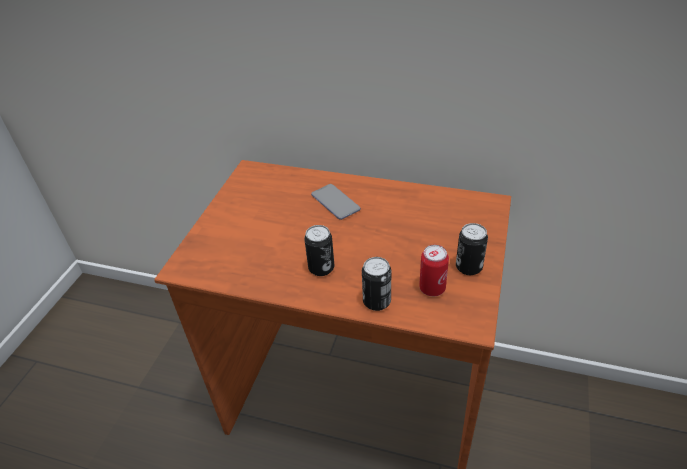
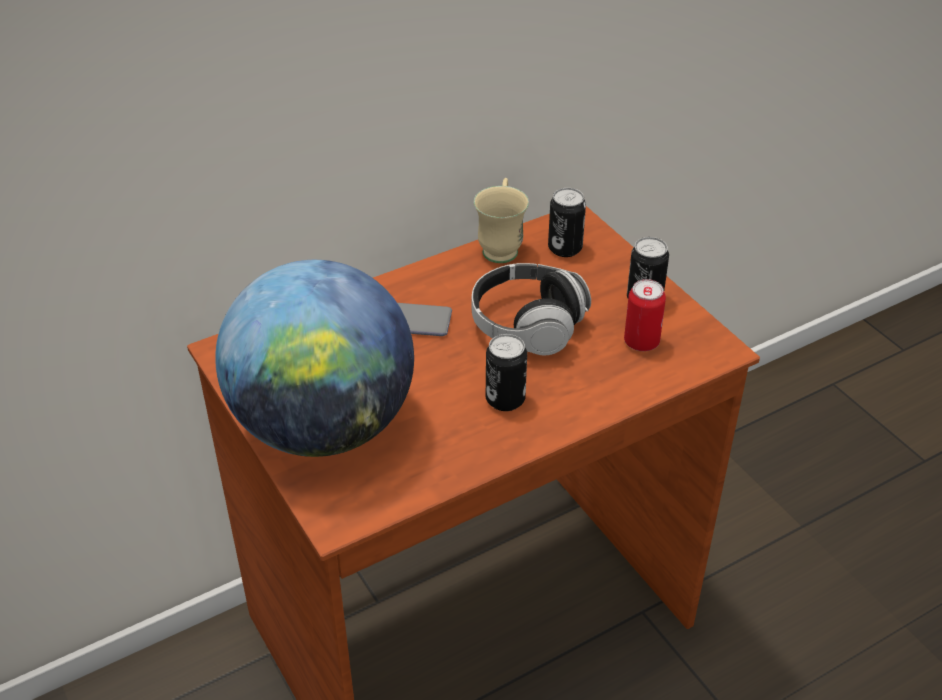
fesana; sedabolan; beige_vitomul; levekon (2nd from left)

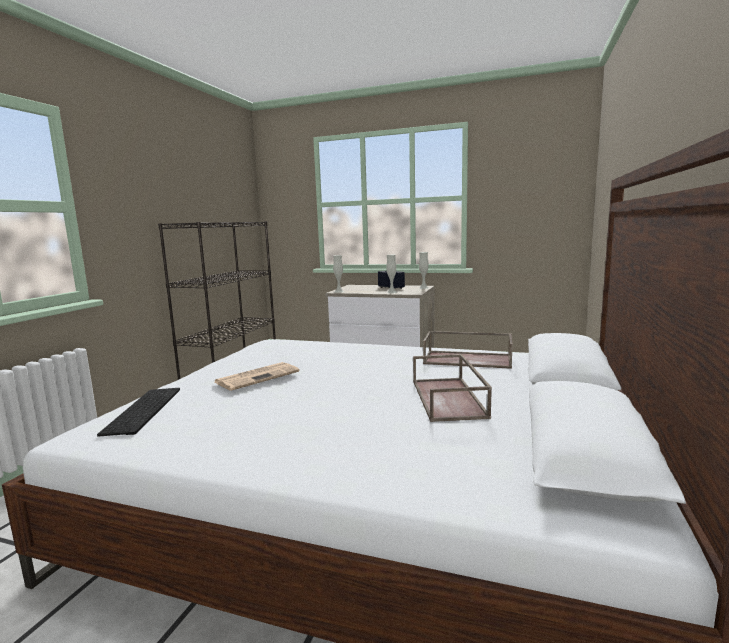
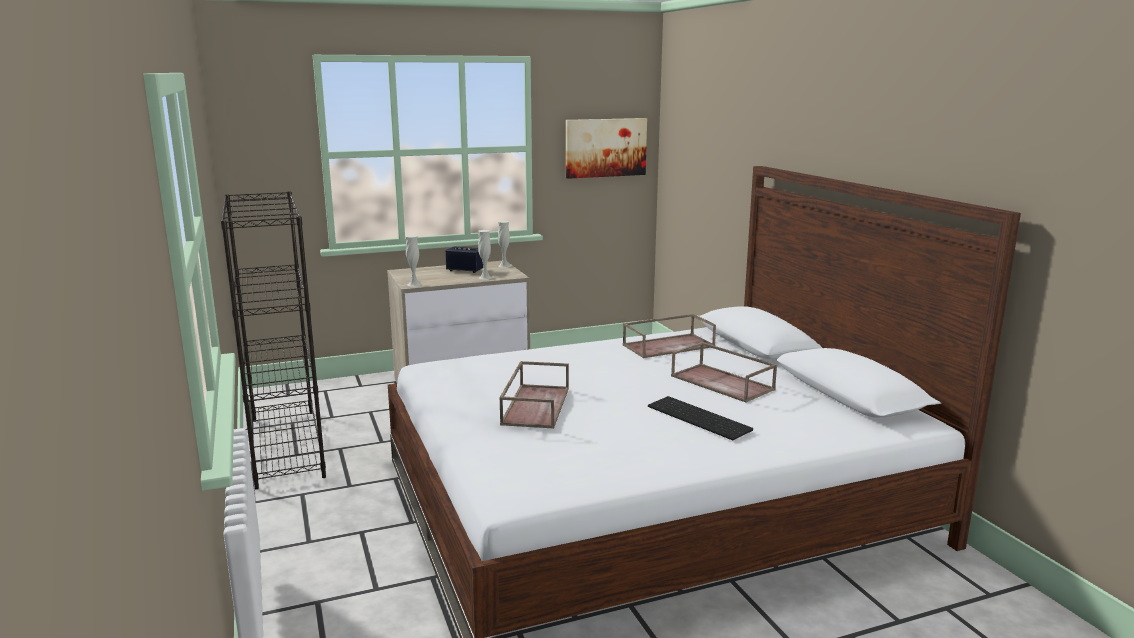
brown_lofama (1st from left); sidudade; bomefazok

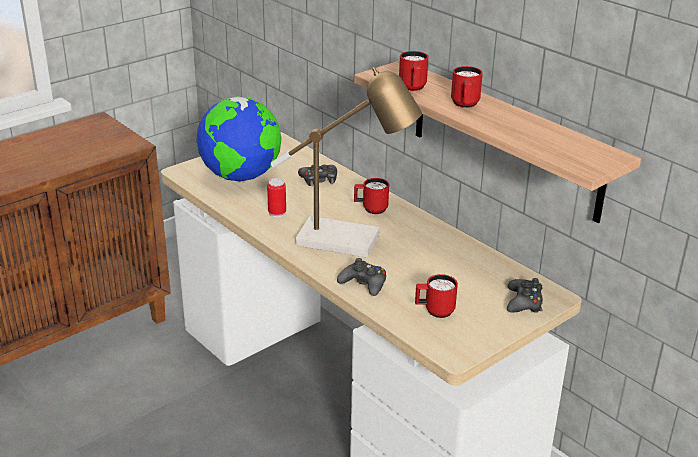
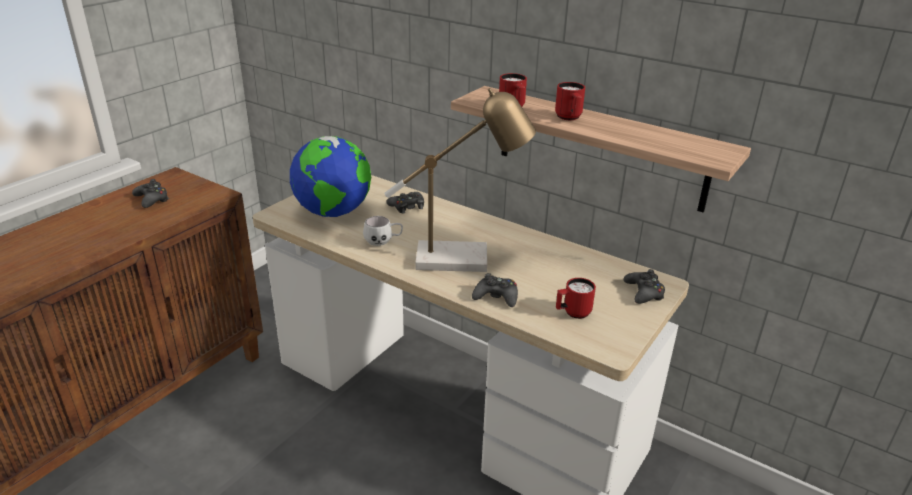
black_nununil (1st from left); white_vitomul; red_vitomul (1st from left in the first image)

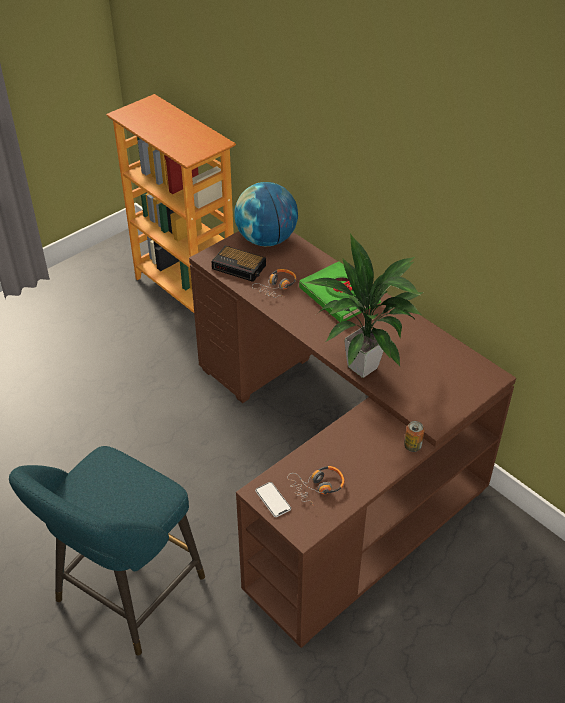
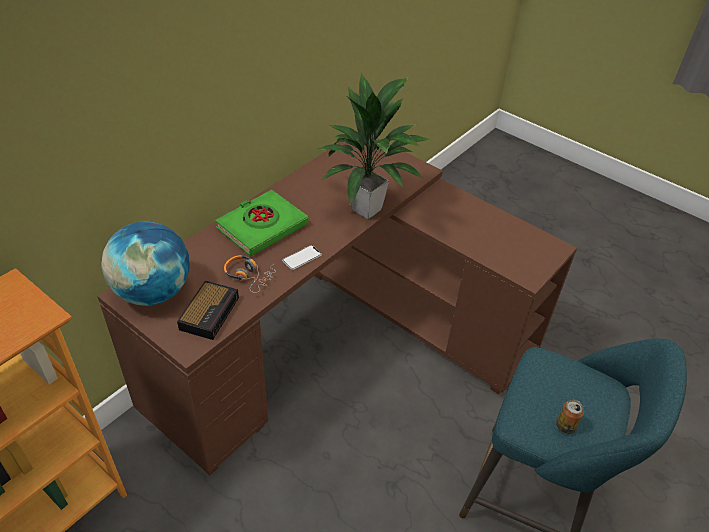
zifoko; levekon; sedabolan (2nd from left in the first image)

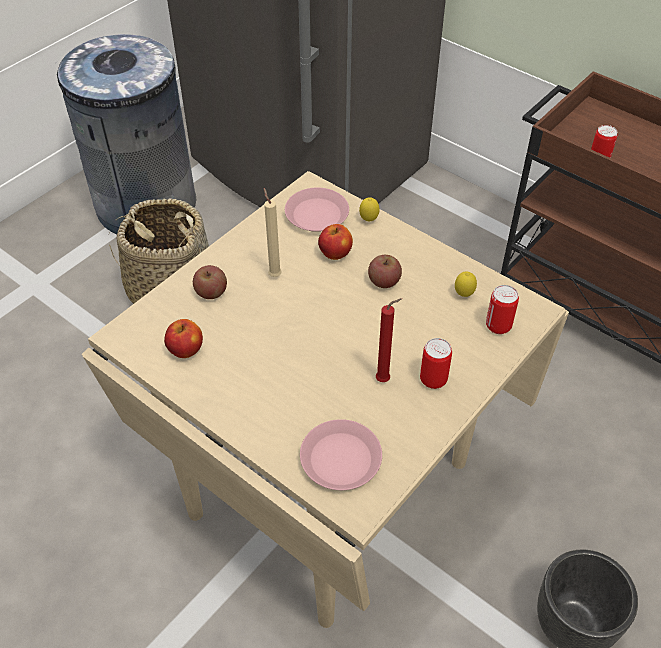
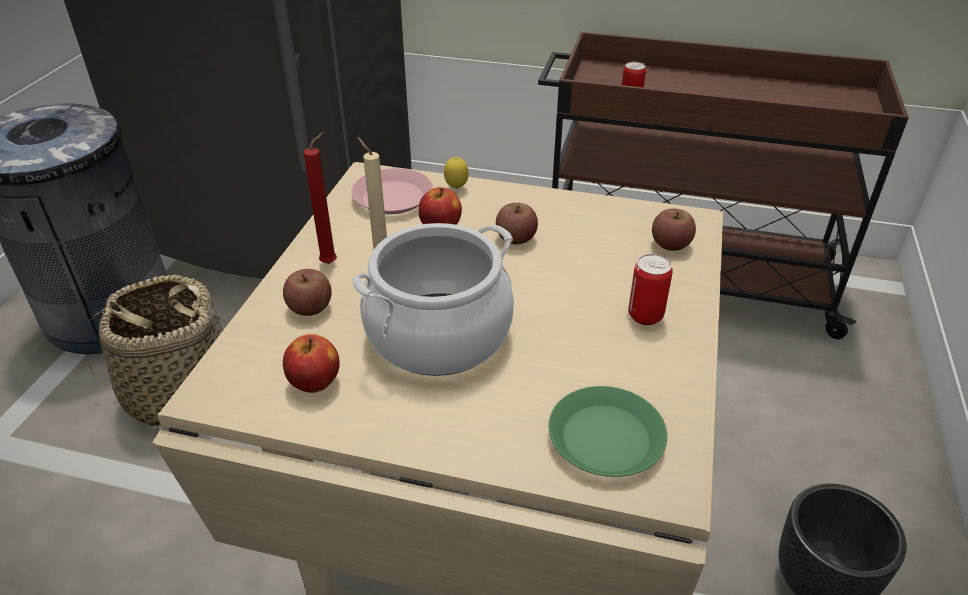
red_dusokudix; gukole; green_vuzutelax; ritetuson (5th from left); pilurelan (2nd from left in the first image)

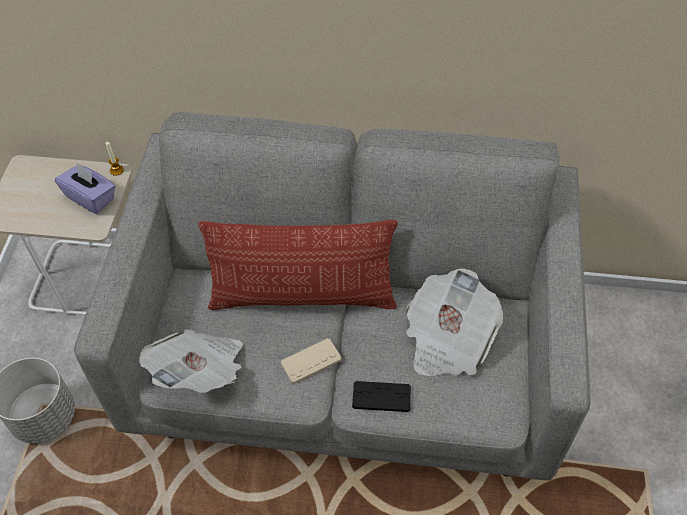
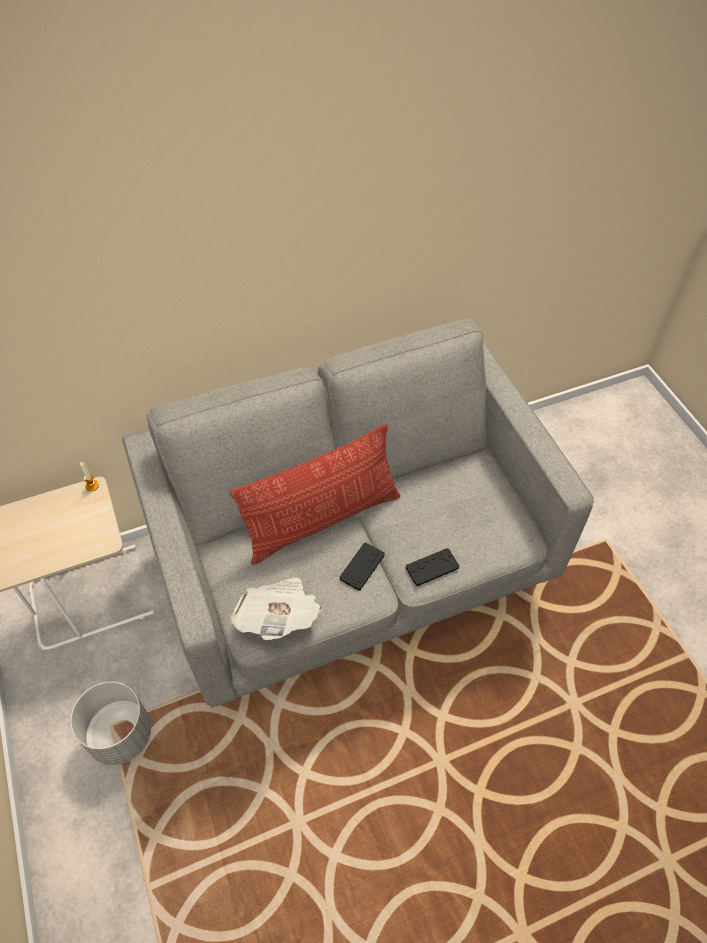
black_nununil (1st from left); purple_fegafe; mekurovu (2nd from left in the first image)

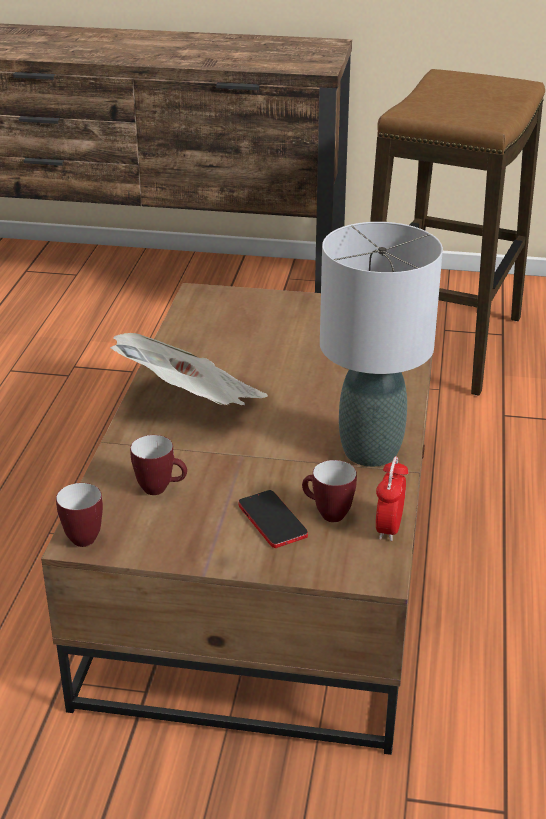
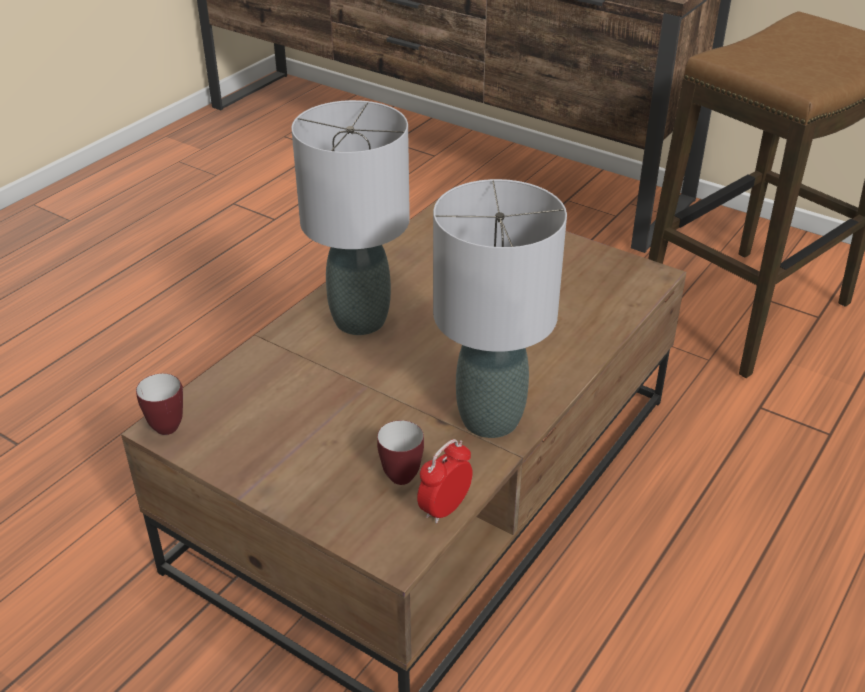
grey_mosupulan (1st from left); vitomul (2nd from left in the first image); zifoko

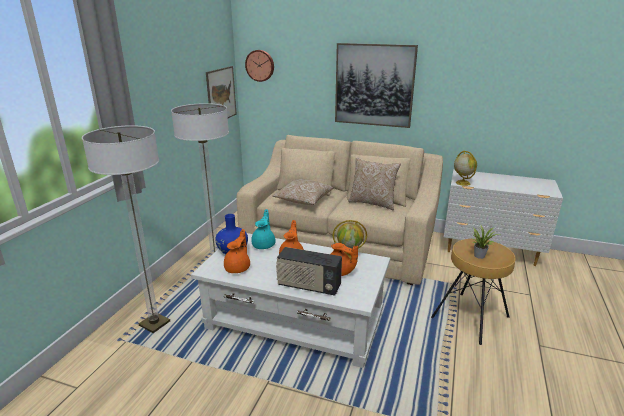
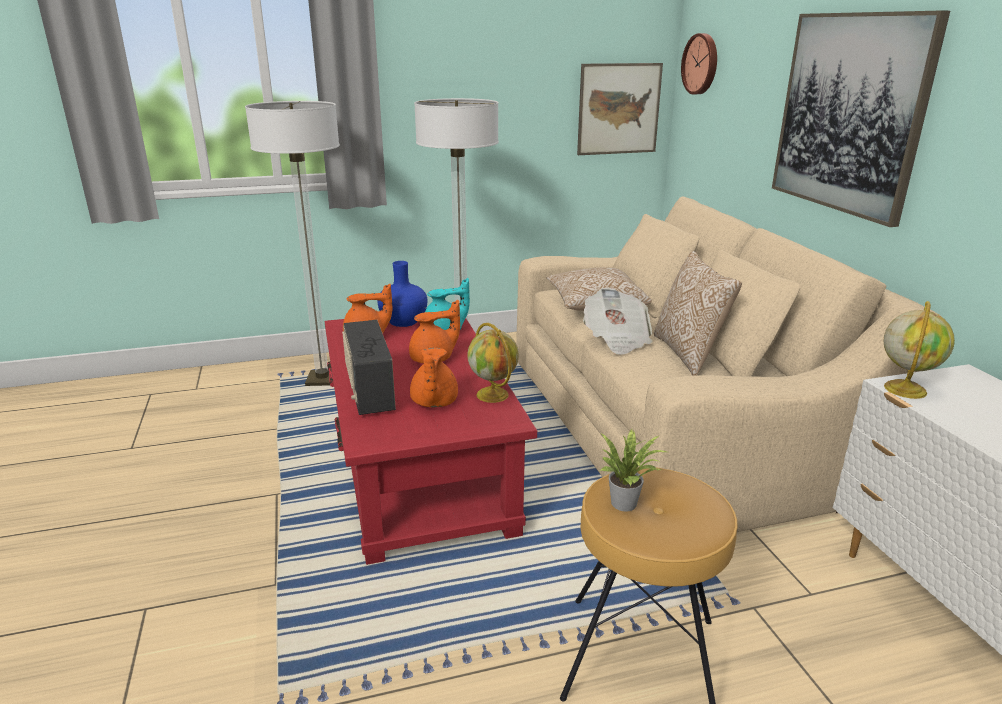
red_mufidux; mekurovu

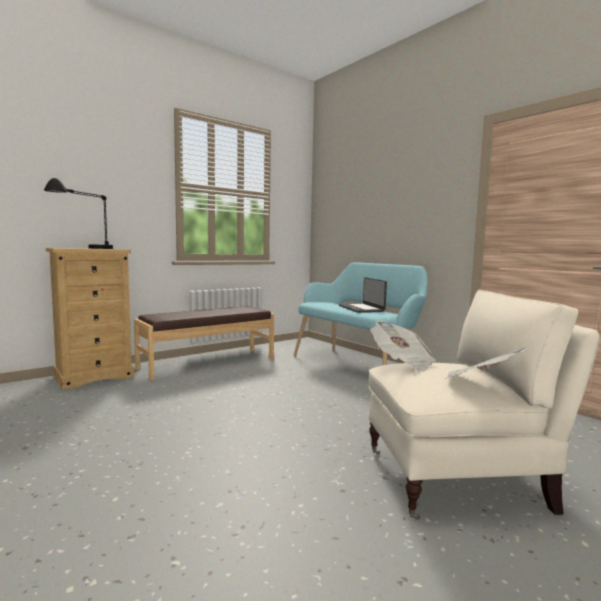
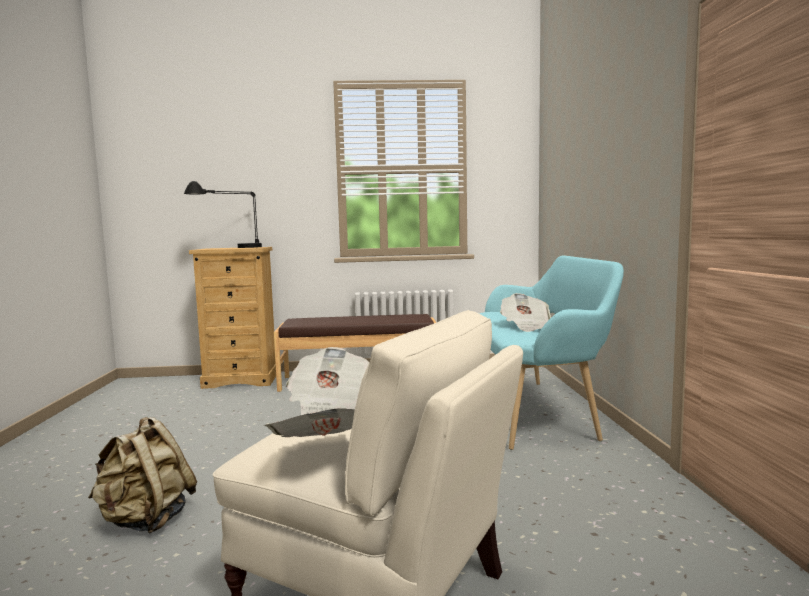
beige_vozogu; mekurovu (3rd from left)

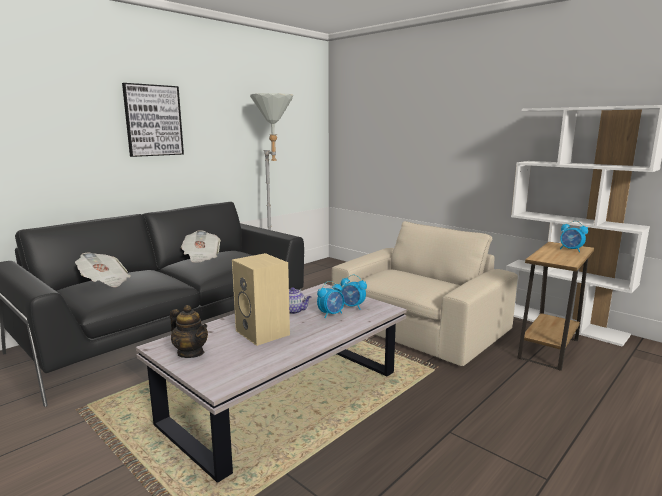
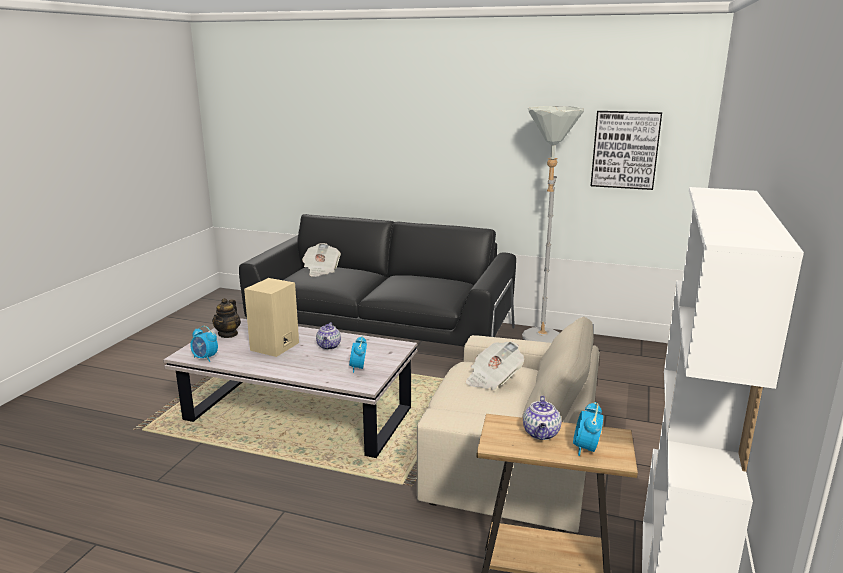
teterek (1st from left); mekurovu (2nd from left); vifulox (3rd from left); sidudade

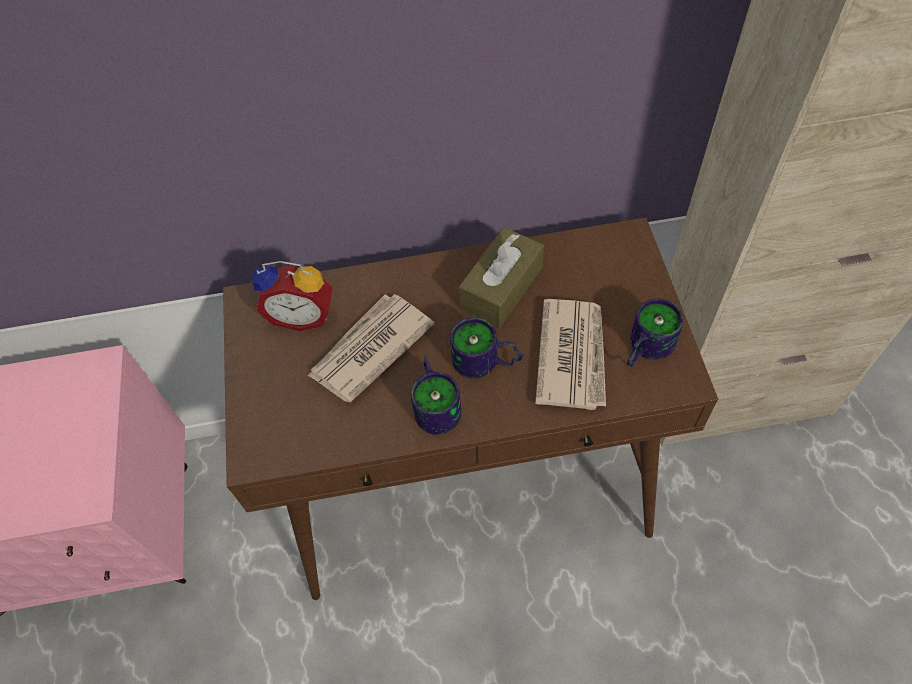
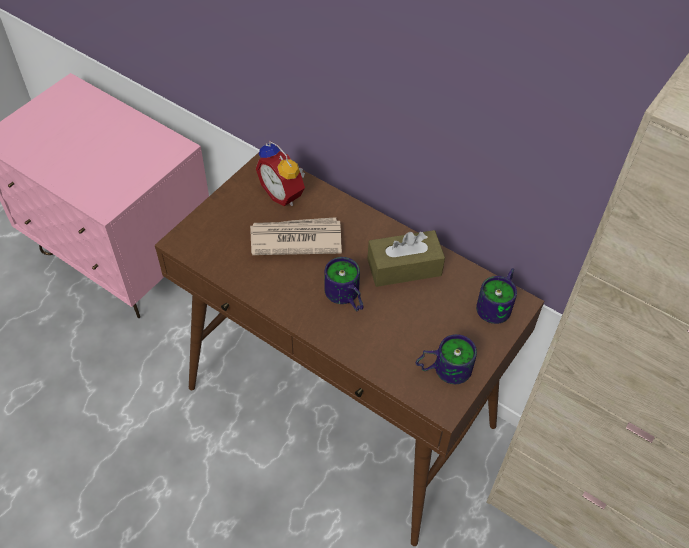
vitomul (3rd from left); mekurovu (2nd from left in the first image)

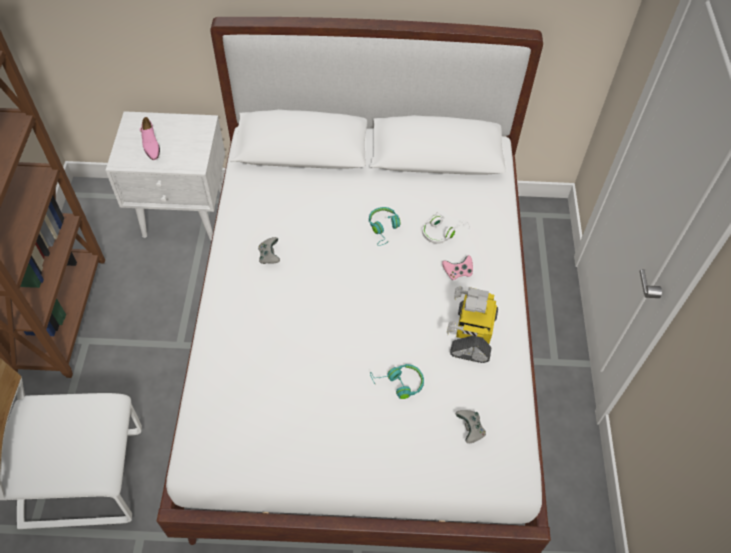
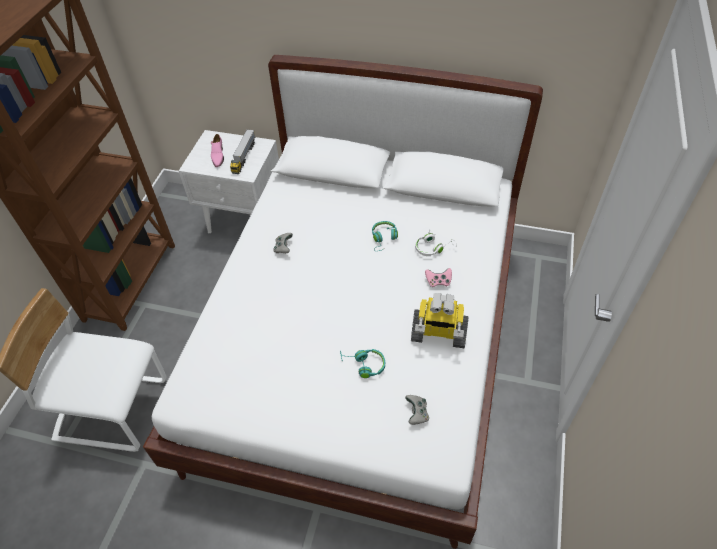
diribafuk; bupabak

